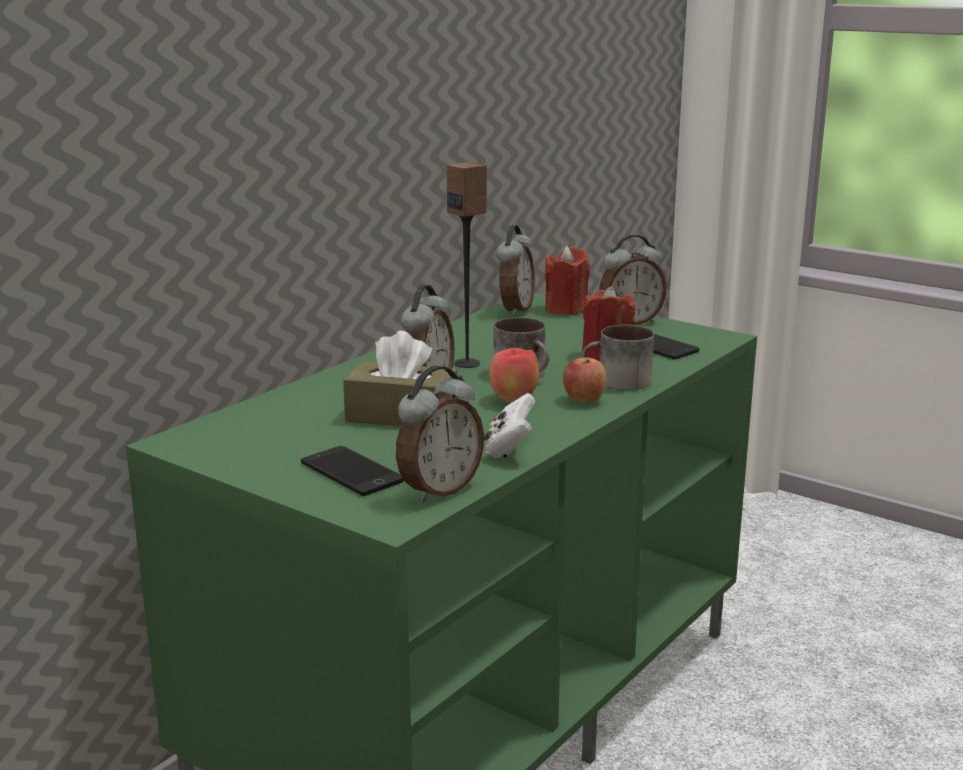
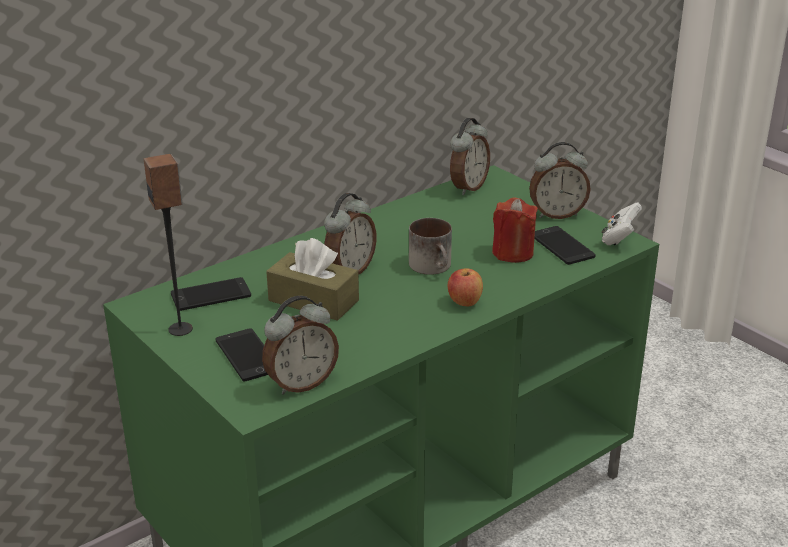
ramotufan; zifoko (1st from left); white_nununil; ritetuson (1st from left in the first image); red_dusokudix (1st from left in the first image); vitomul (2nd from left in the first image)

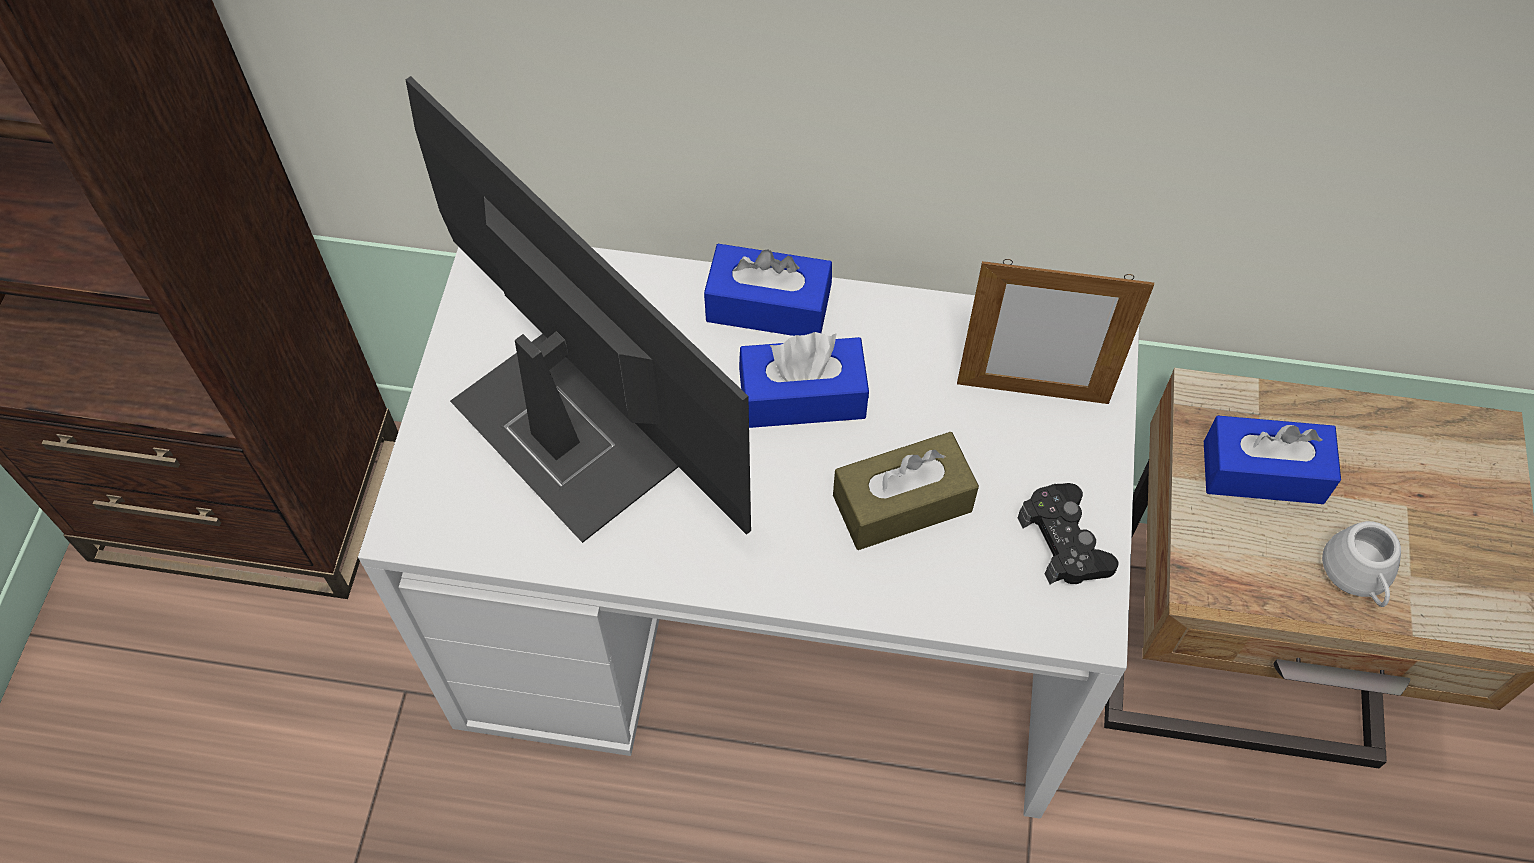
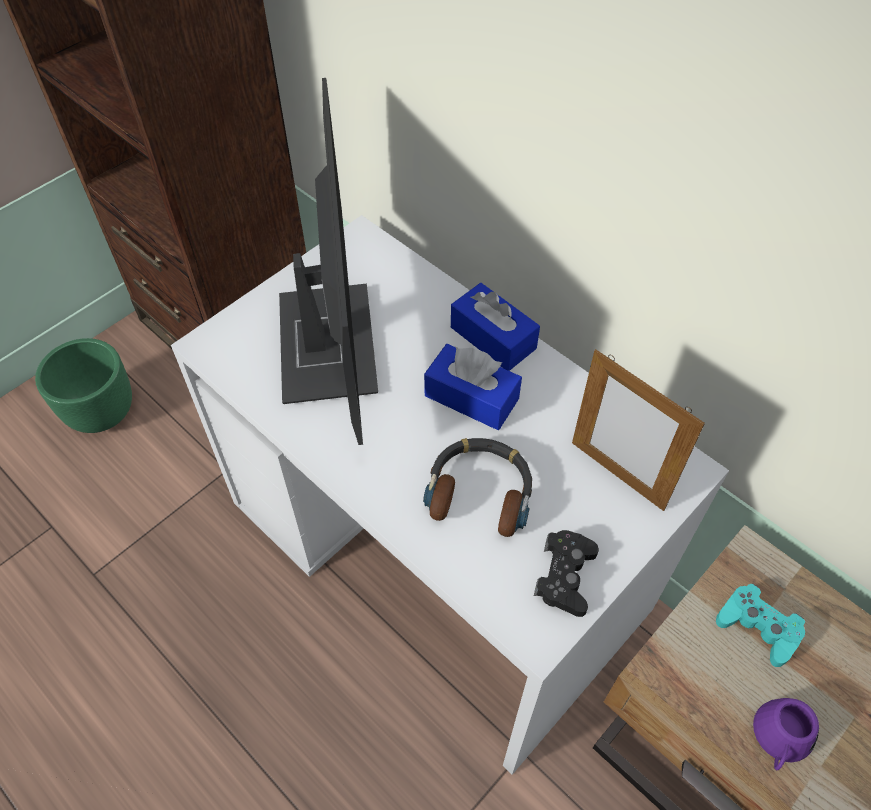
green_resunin; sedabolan; turquoise_nununil; purple_vitomul

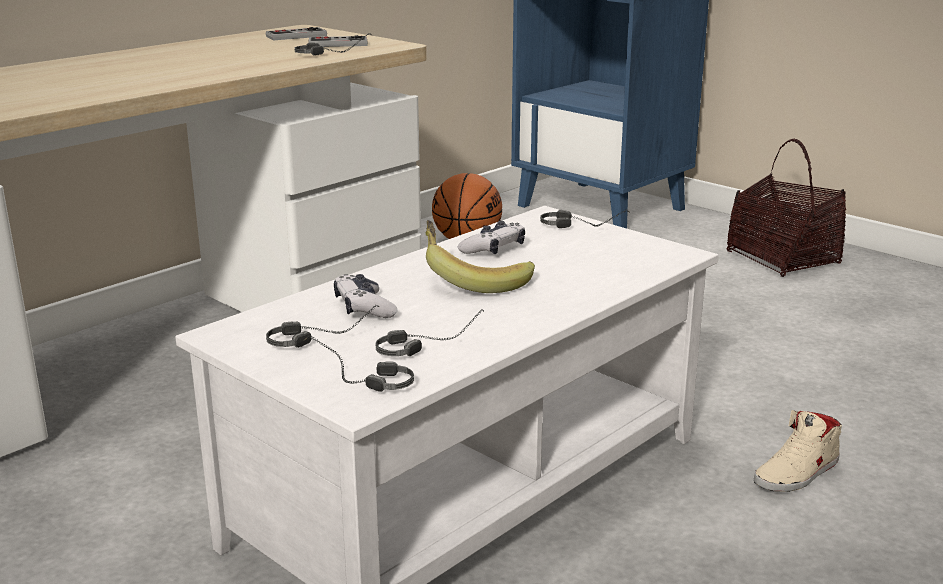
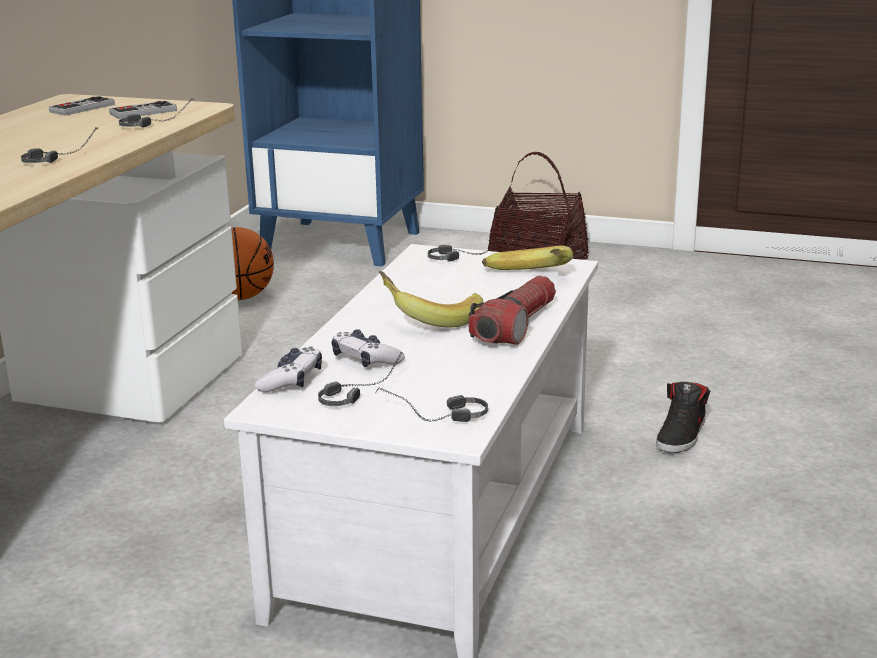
sedabolan (1st from left); nununil (3rd from left); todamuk; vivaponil (2nd from left); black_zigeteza

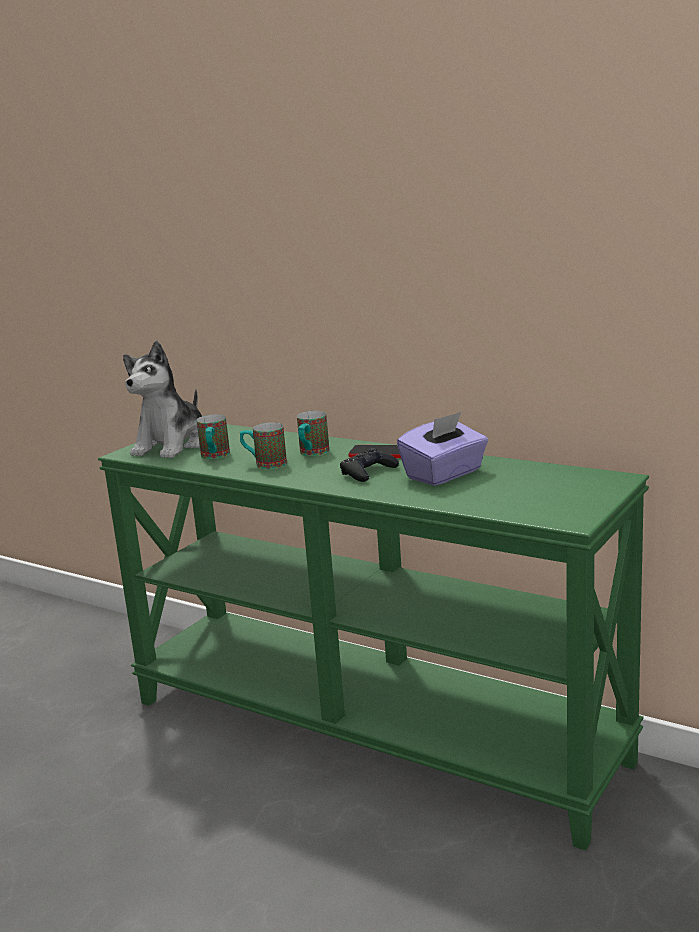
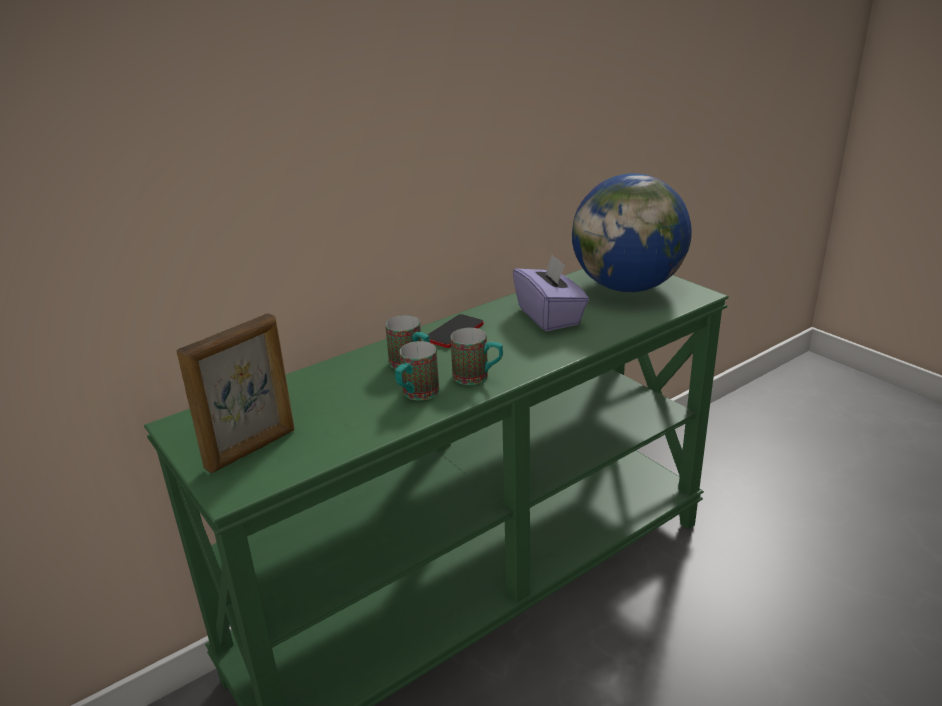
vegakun; vitomul (3rd from left); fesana; black_nununil

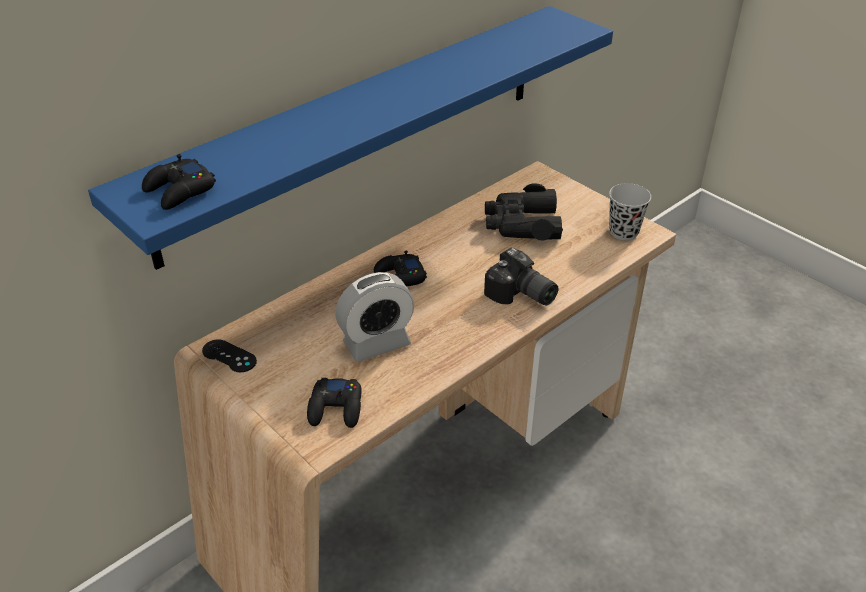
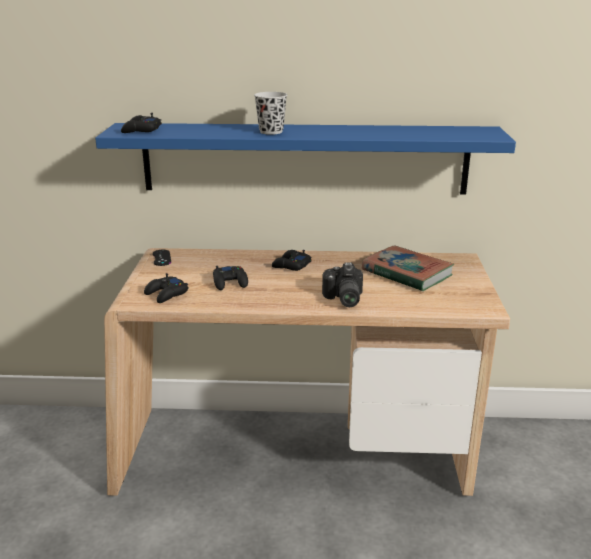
black_nununil (4th from left); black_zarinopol; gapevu

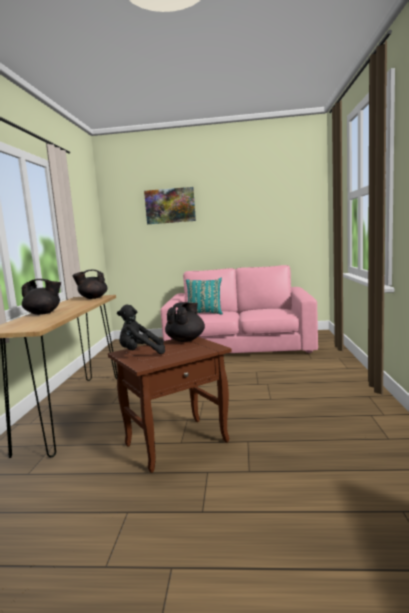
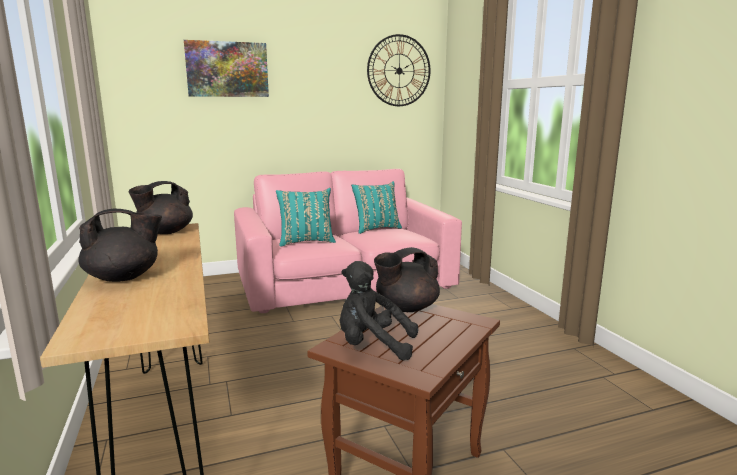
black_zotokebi; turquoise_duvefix (2nd from left); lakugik; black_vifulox (3rd from left)

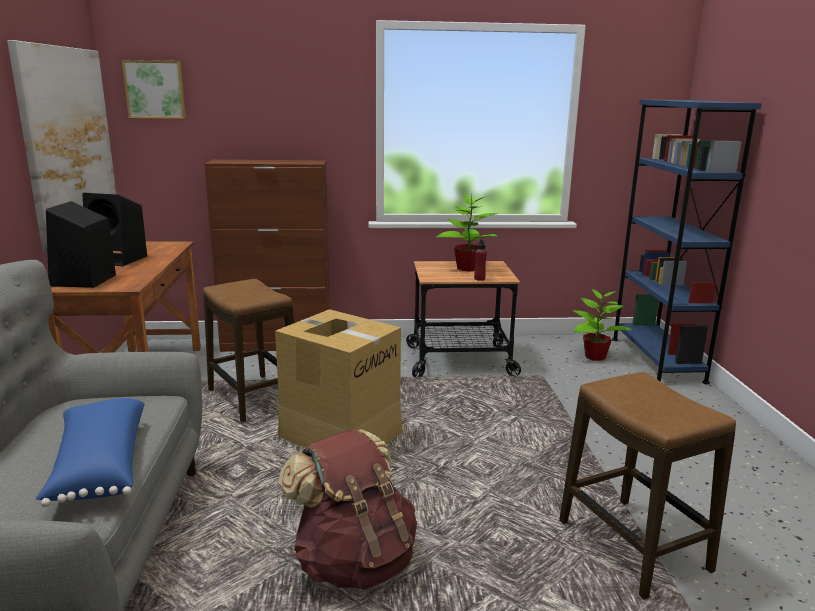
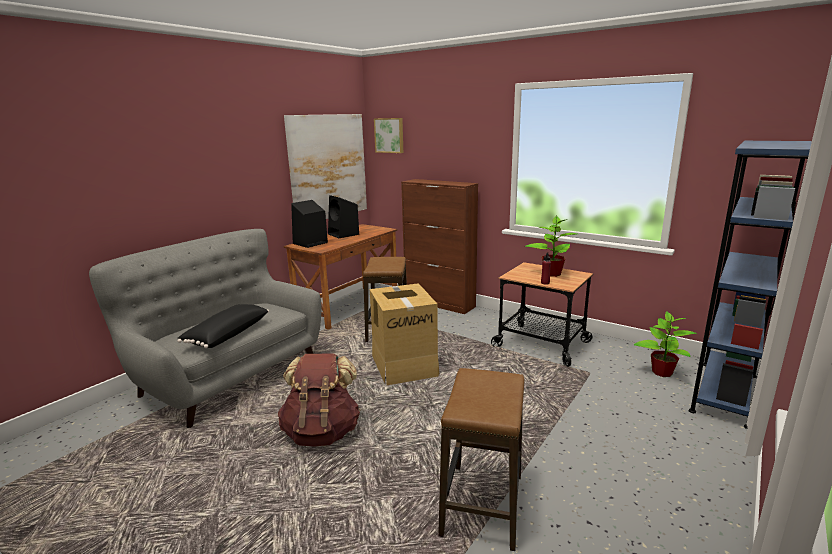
black_duvefix

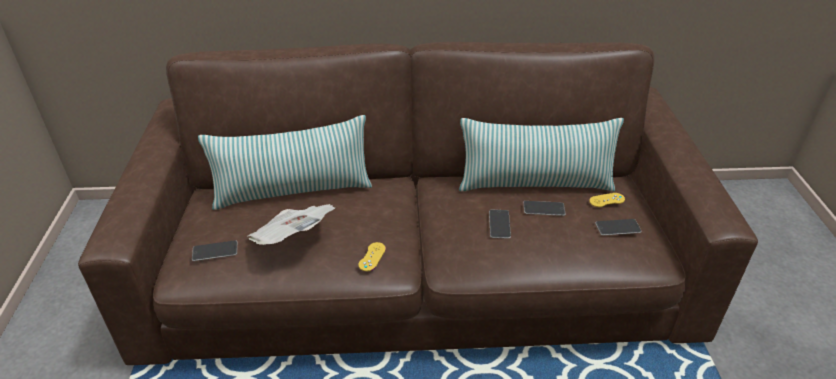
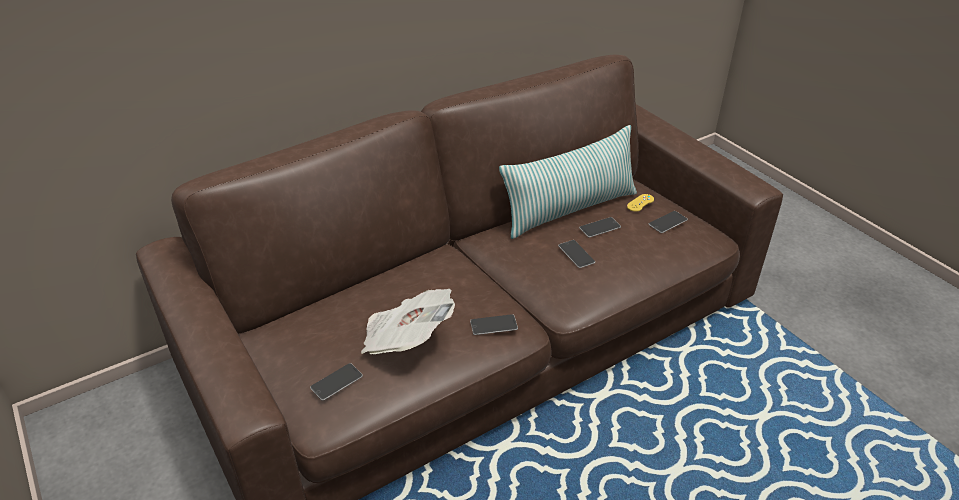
zifoko (2nd from left); duvefix (1st from left in the first image)

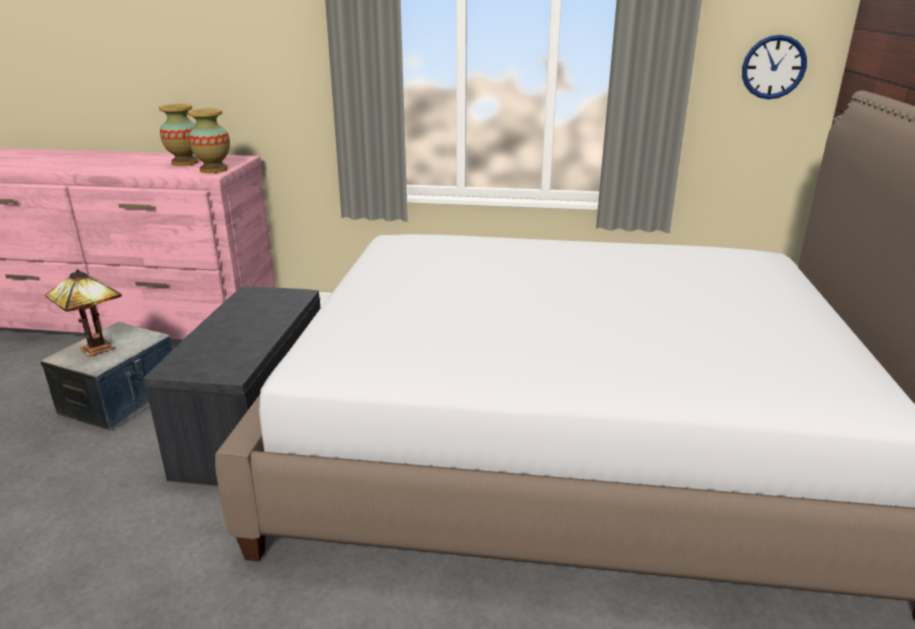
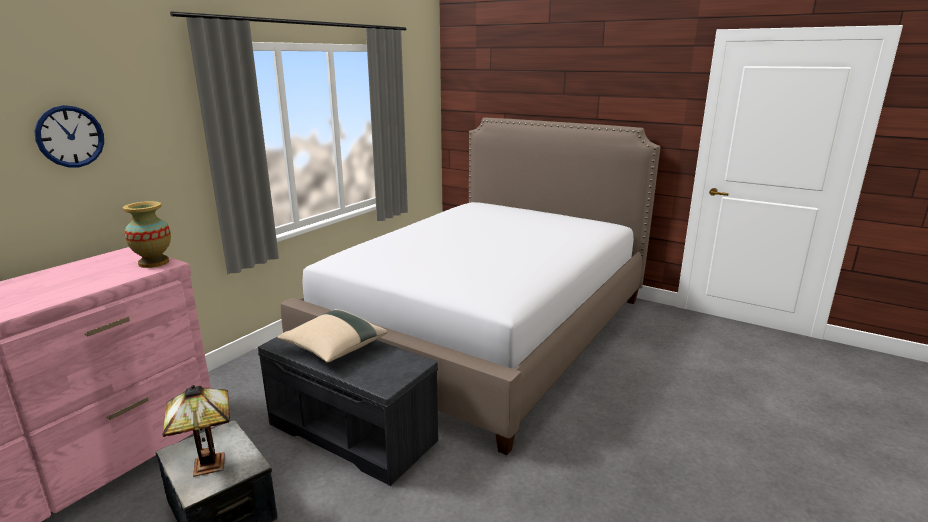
lakugik; beige_duvefix; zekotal (1st from left in the first image)

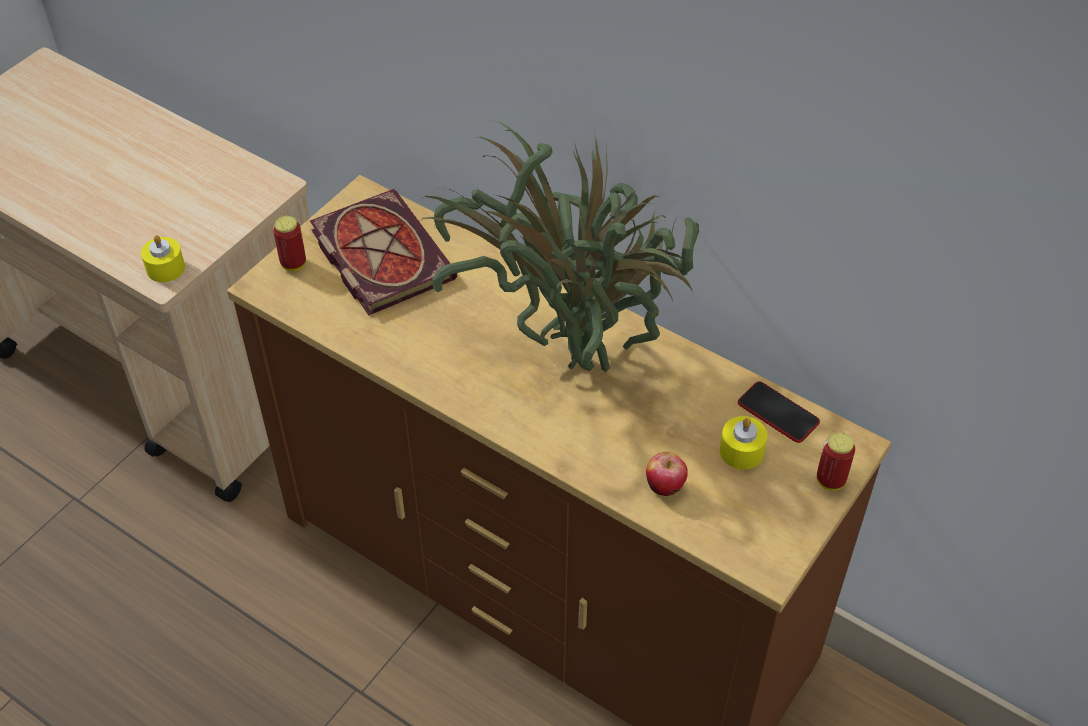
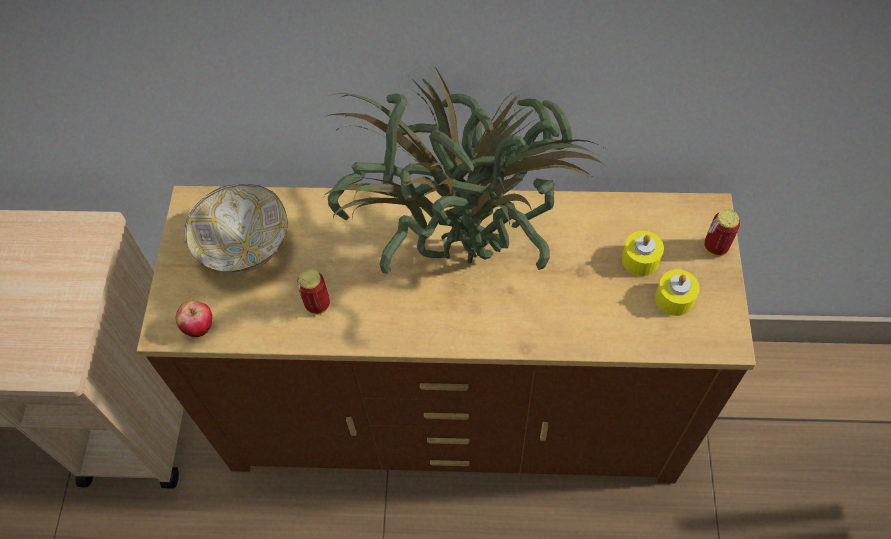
ritetuson; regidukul; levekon (1st from left); yellow_dusokudix (2nd from left); zifoko

